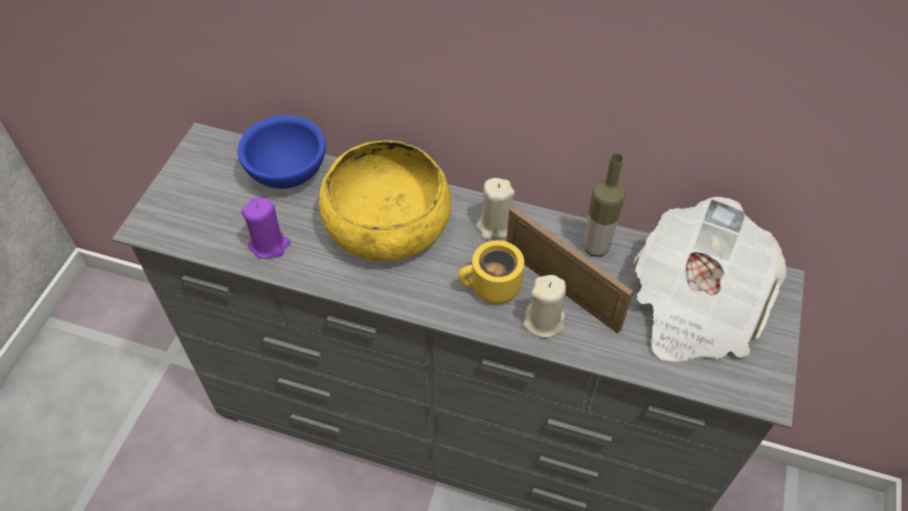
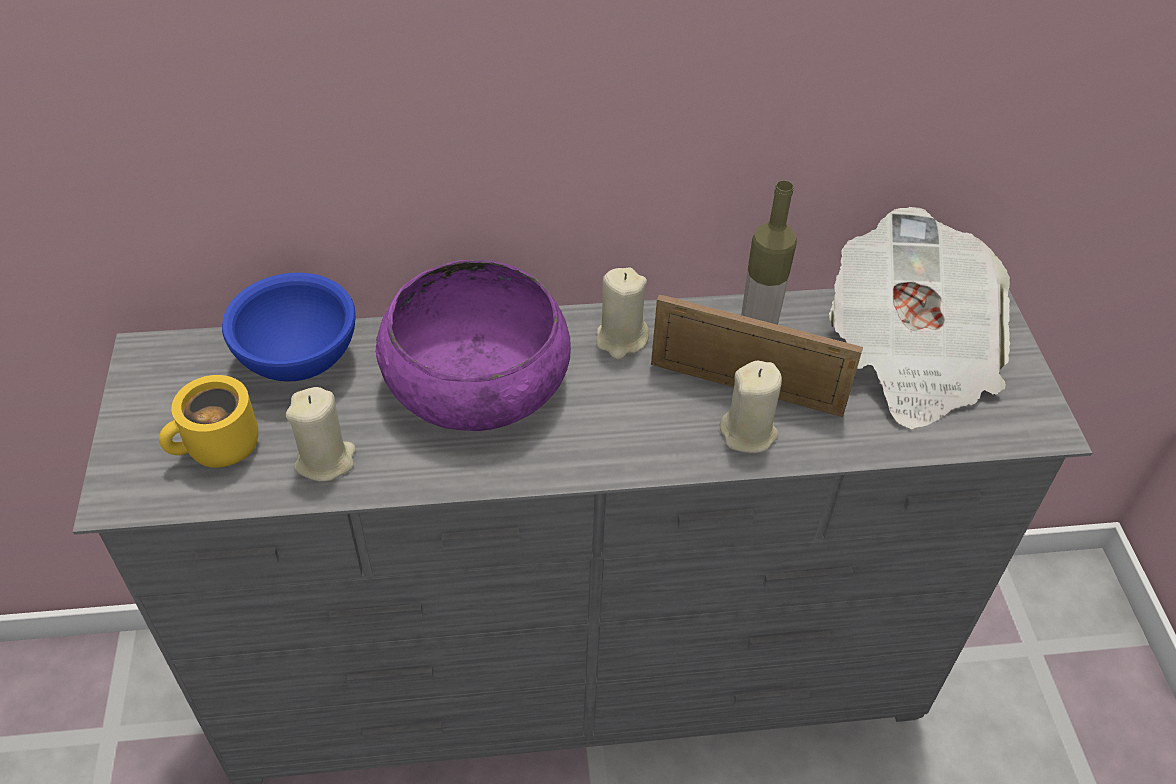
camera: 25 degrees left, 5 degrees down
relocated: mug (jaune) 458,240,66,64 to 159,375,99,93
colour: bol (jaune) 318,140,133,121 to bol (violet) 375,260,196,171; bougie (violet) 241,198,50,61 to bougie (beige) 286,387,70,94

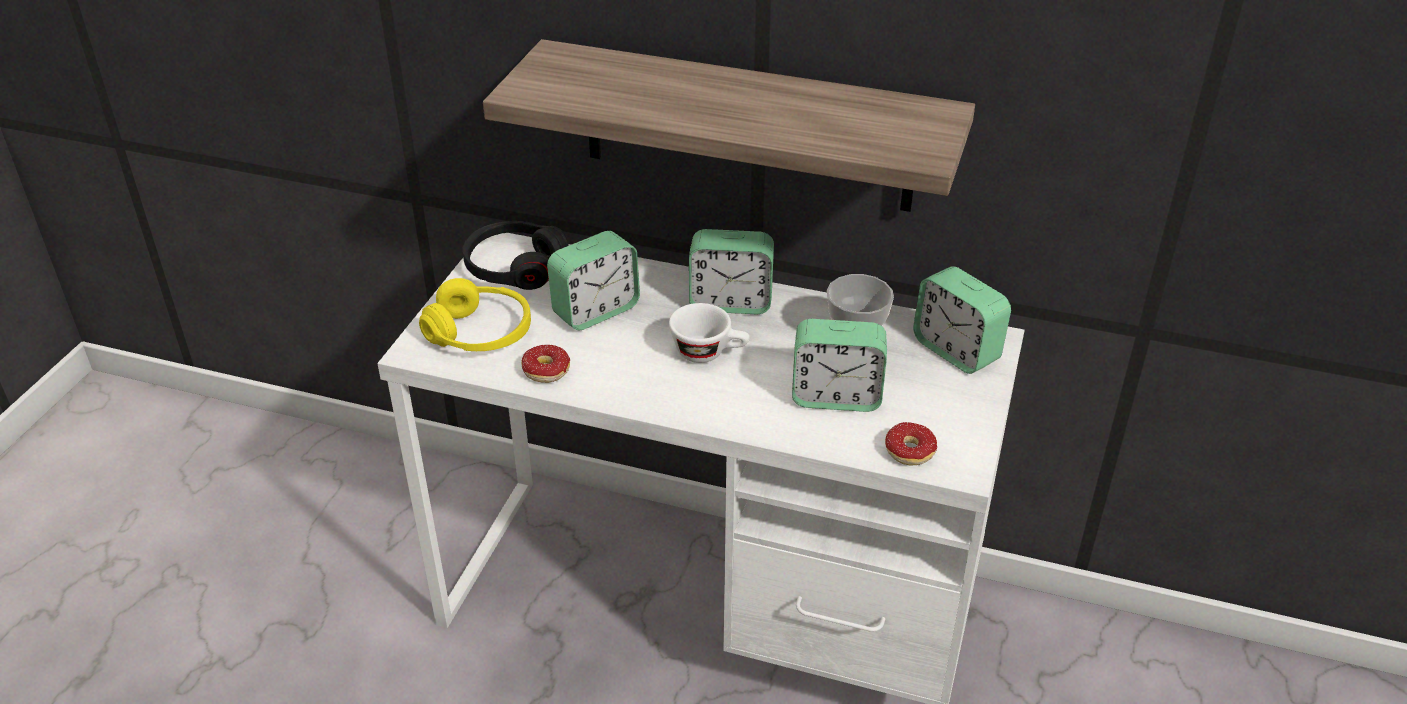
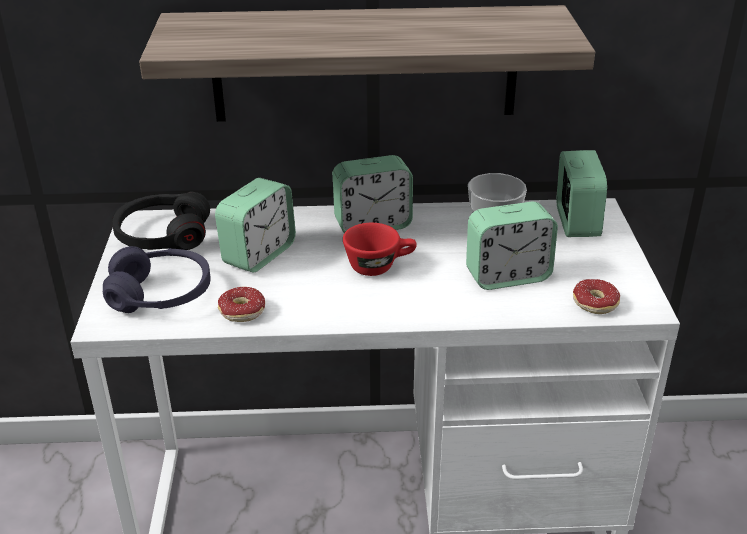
camera: 20 degrees left, 5 degrees down
colour: casque audio (jaune) 419,278,112,73 to casque audio (violet) 103,246,108,67; tasse (blanc) 669,303,81,60 to tasse (rouge) 343,223,74,53
spun: réveil 913,266,98,108 = 556,150,51,87 120 degrees counterclockwise

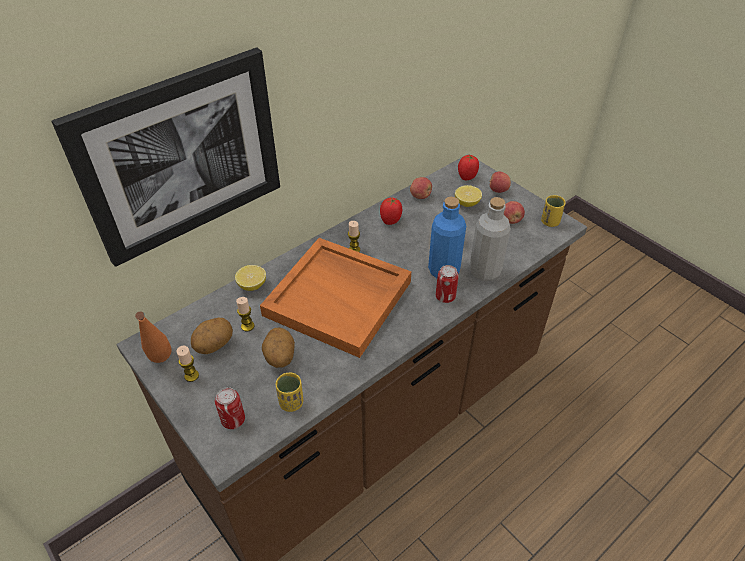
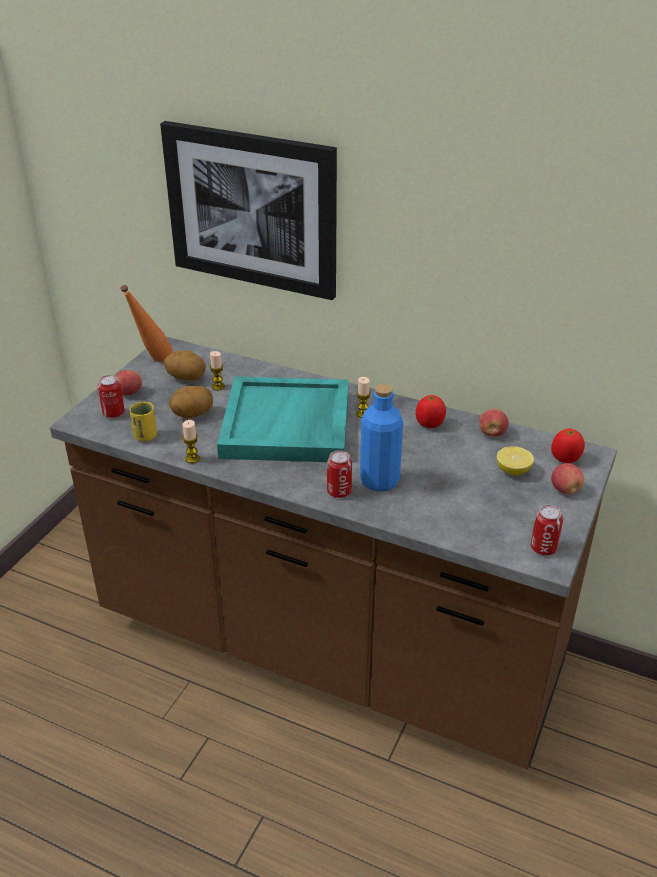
camera: 65 degrees right, 10 degrees down
missing: bouteille (gris) 470,197,41,84; citron 235,265,31,26
relocated: pomme 504,201,21,23 to 116,370,26,26; bougie 177,345,22,37 to 182,420,18,43
exchanged: tasse (jaune) 541,195,24,32 to boîte métallique 531,505,32,50
colour: plateau (orange) 260,238,151,120 to plateau (turquoise) 217,376,132,86

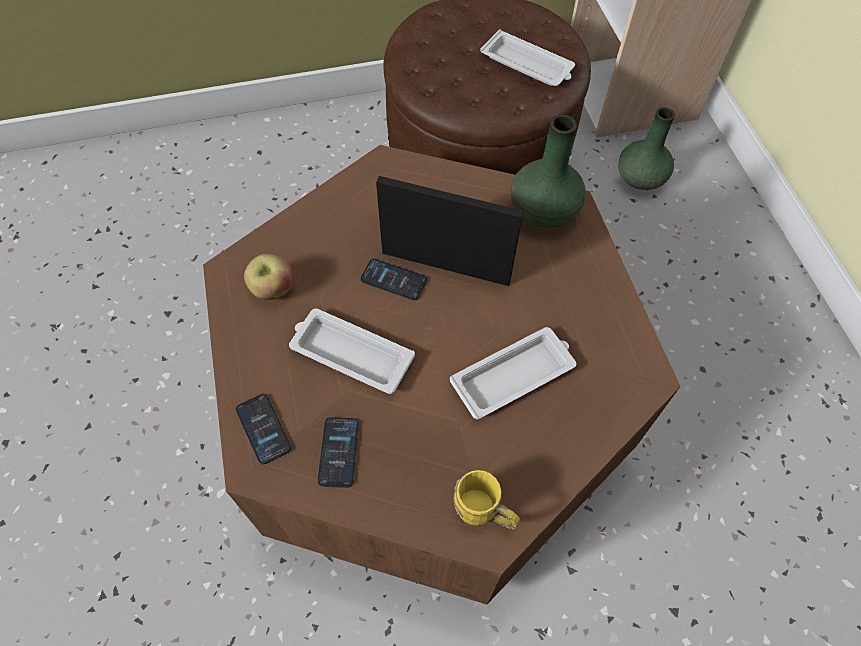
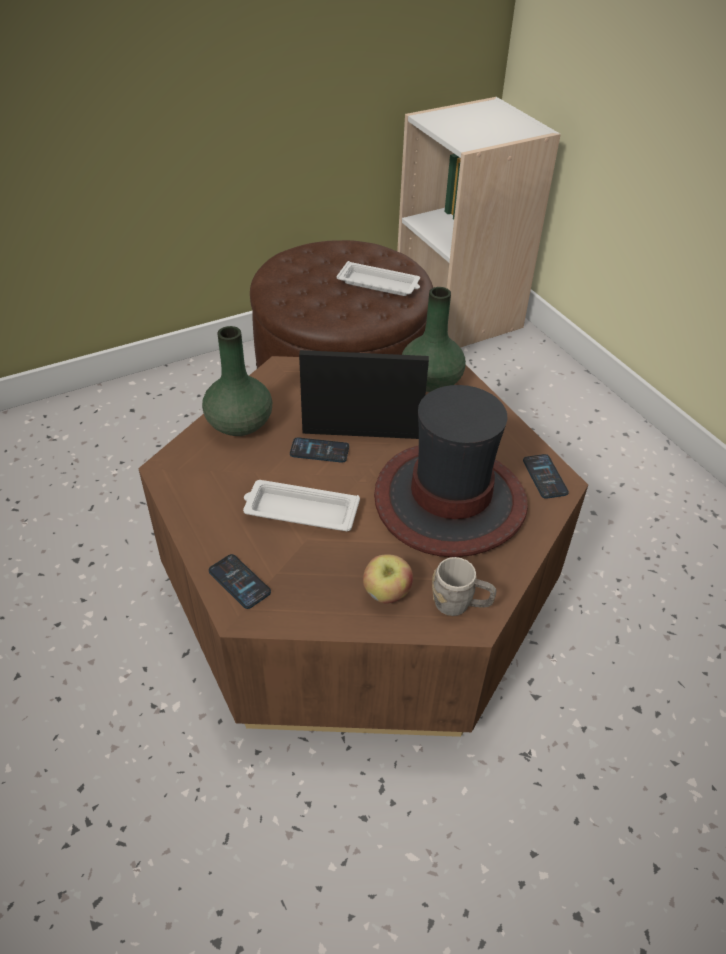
camera: 15 degrees left, 15 degrees down
relocated: vase (vert) 618,107,57,83 to 202,326,70,110; pomme 244,254,49,46 to 363,554,50,50; téléphone 318,417,41,71 to 523,454,46,45
exchanged: plateau (blanc) 450,327,126,92 to chapeau 374,385,154,172
colour: mug (jaune) 453,470,67,59 to mug (gris) 432,557,65,59

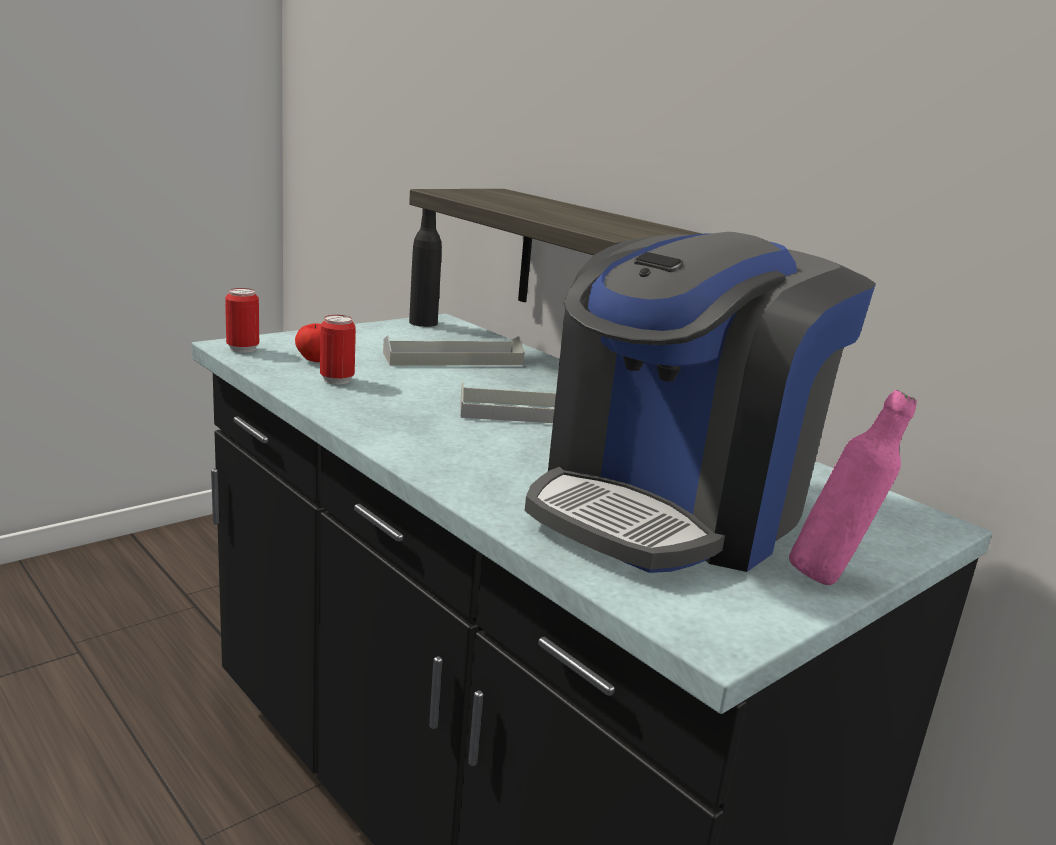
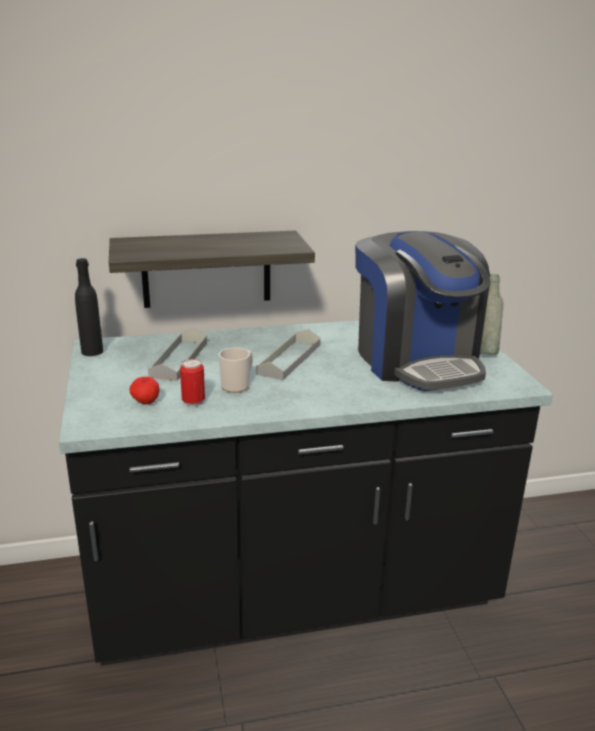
camera: 60 degrees left, 5 degrees up
missing: boîte métallique 225,288,34,65
appeared: mug 219,348,34,45
colour: bouteille (rose) 789,389,128,196 to bouteille (gris) 480,274,23,81

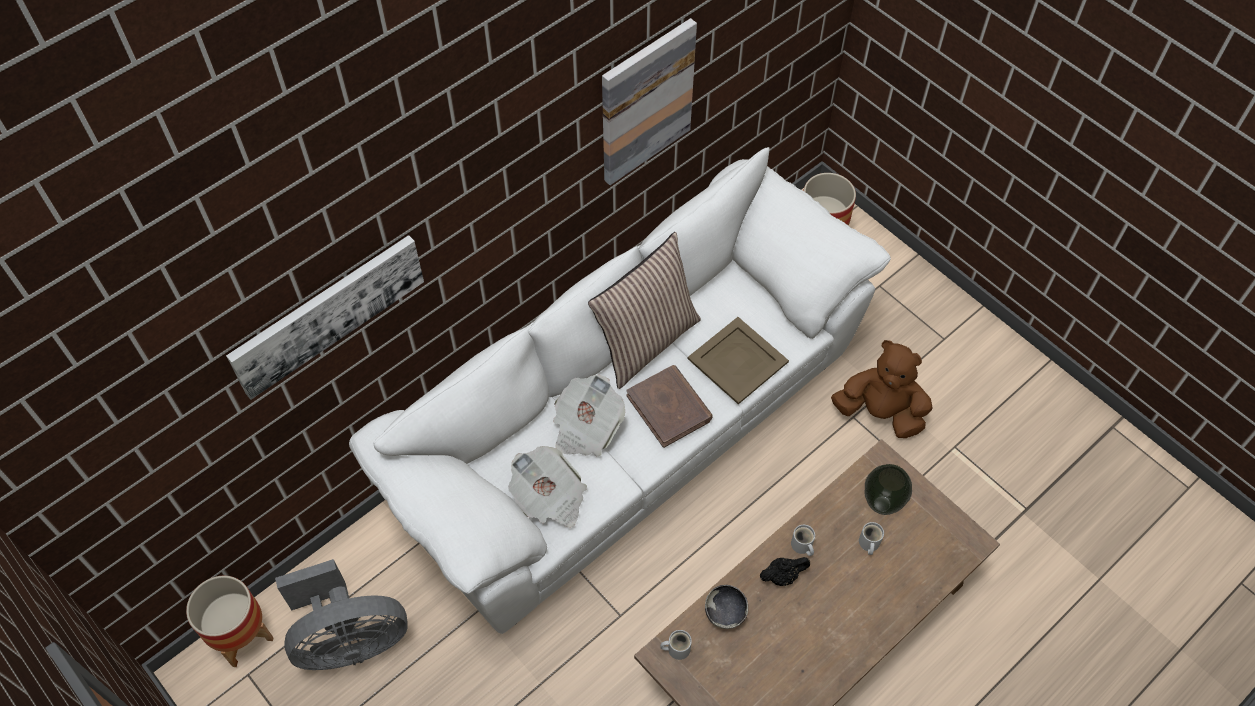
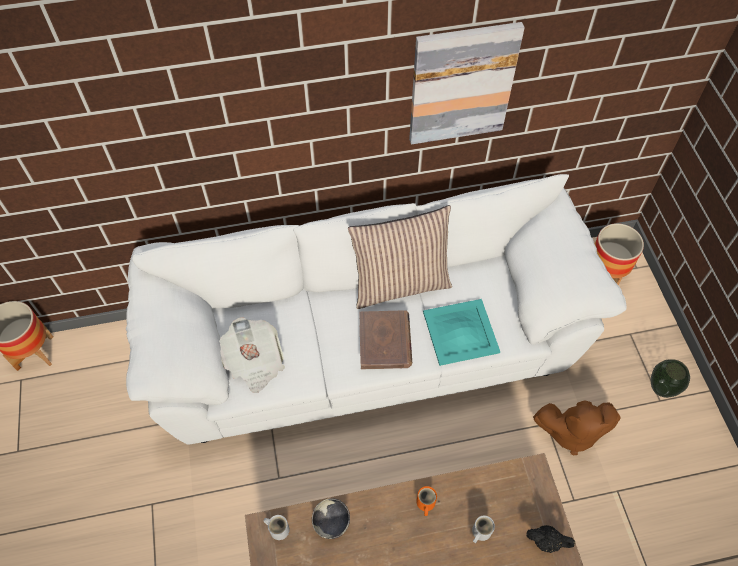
camera: 30 degrees right, 0 degrees up
missing: tableau 226,235,198,165; journal 553,375,72,82; ventilateur (gris) 275,559,133,111
relocated: vase 865,464,47,51 to 651,359,39,39; théière (noir) 760,557,50,29 to 526,525,49,28
colour: plateau (beige) 688,317,101,87 to plateau (turquoise) 423,299,77,67; mug (blanc) 791,525,24,31 to mug (orange) 416,486,21,30
spun: peluche (marron) 831,340,102,98 = 533,400,88,55 135 degrees clockwise

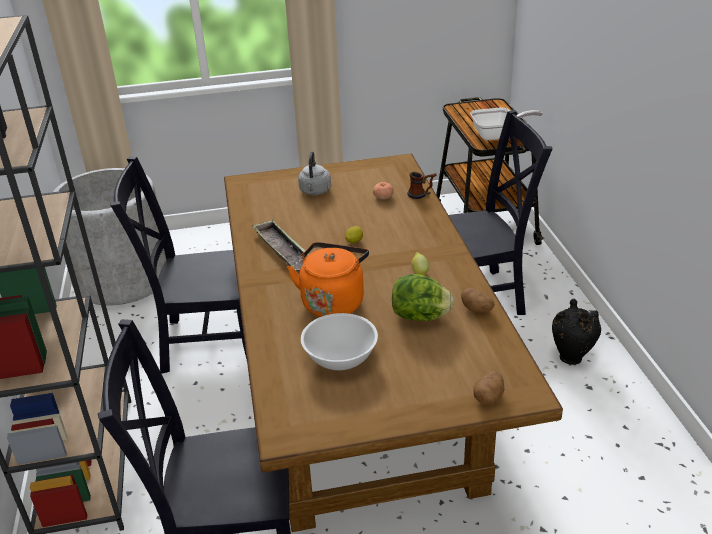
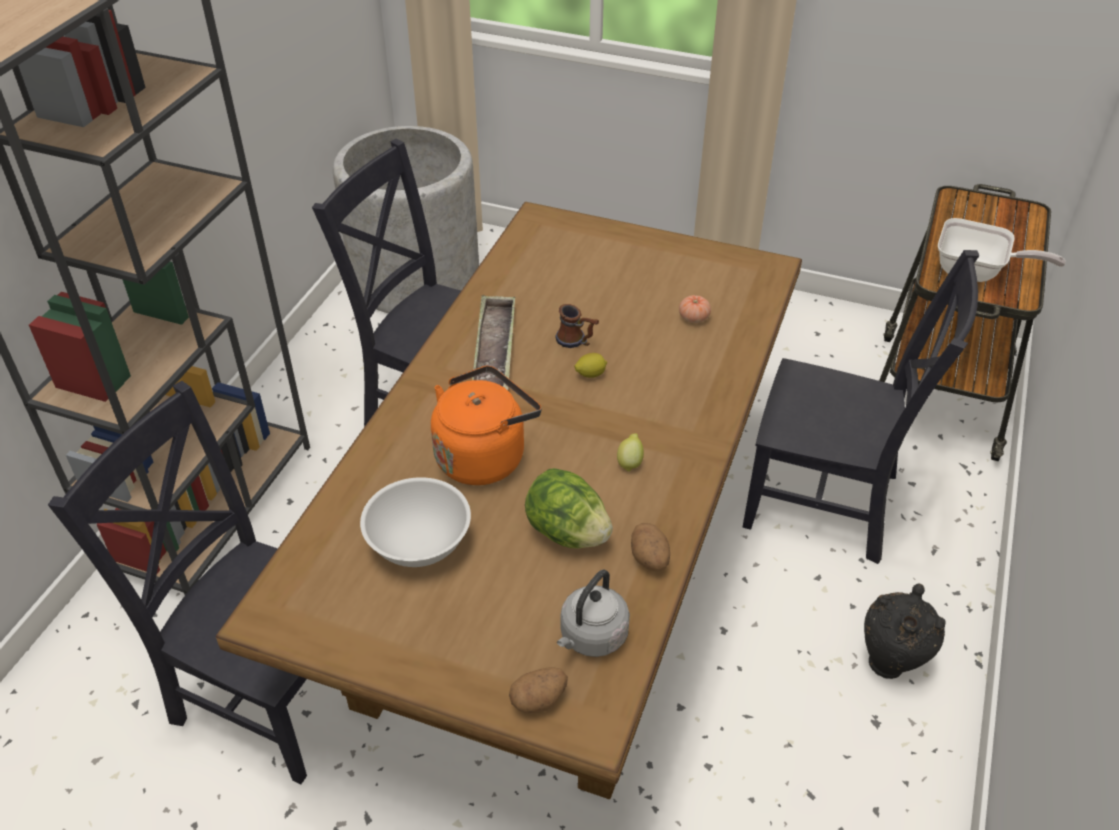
camera: 30 degrees right, 10 degrees up
relocated: bouilloire (gris) 298,151,33,44 to 557,570,73,87; mug 407,172,30,27 to 555,304,44,44

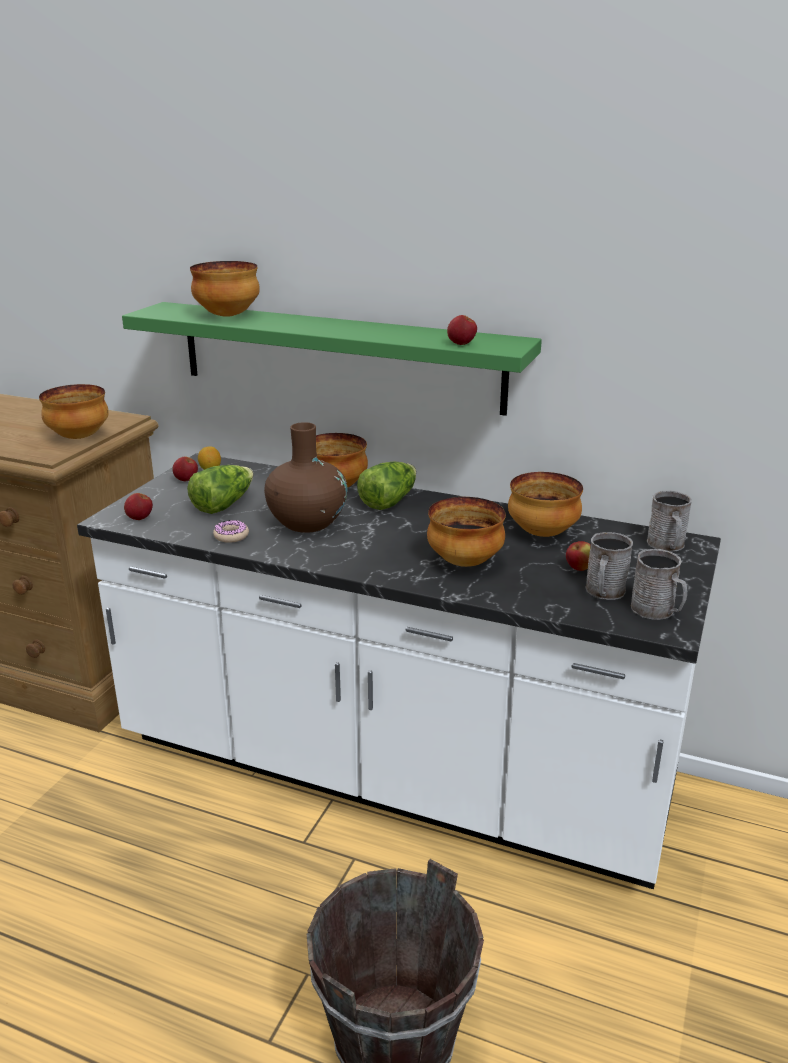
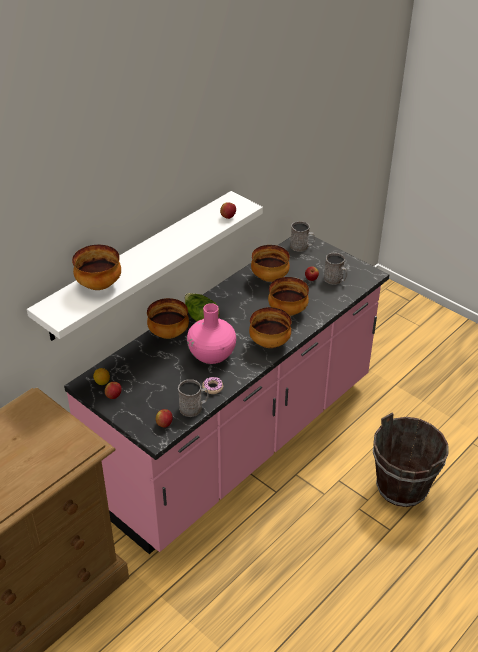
camera: 70 degrees left, 15 degrees up
missing: laitue 187,465,67,49
relocated: bol 39,384,70,55 to 249,307,42,41; mug (gris) 631,549,56,71 to 178,379,31,38
colour: étagère (vert) 122,302,420,114 to étagère (blanc) 27,191,236,150; vase (marron) 264,422,83,111 to vase (rose) 187,303,49,61; comptoir de cuisine (blanc) 77,453,644,436 to comptoir de cuisine (rose) 64,234,325,320

